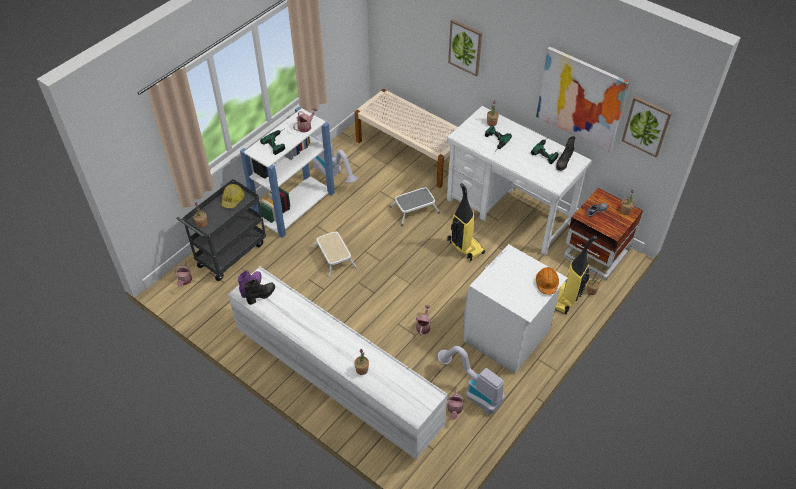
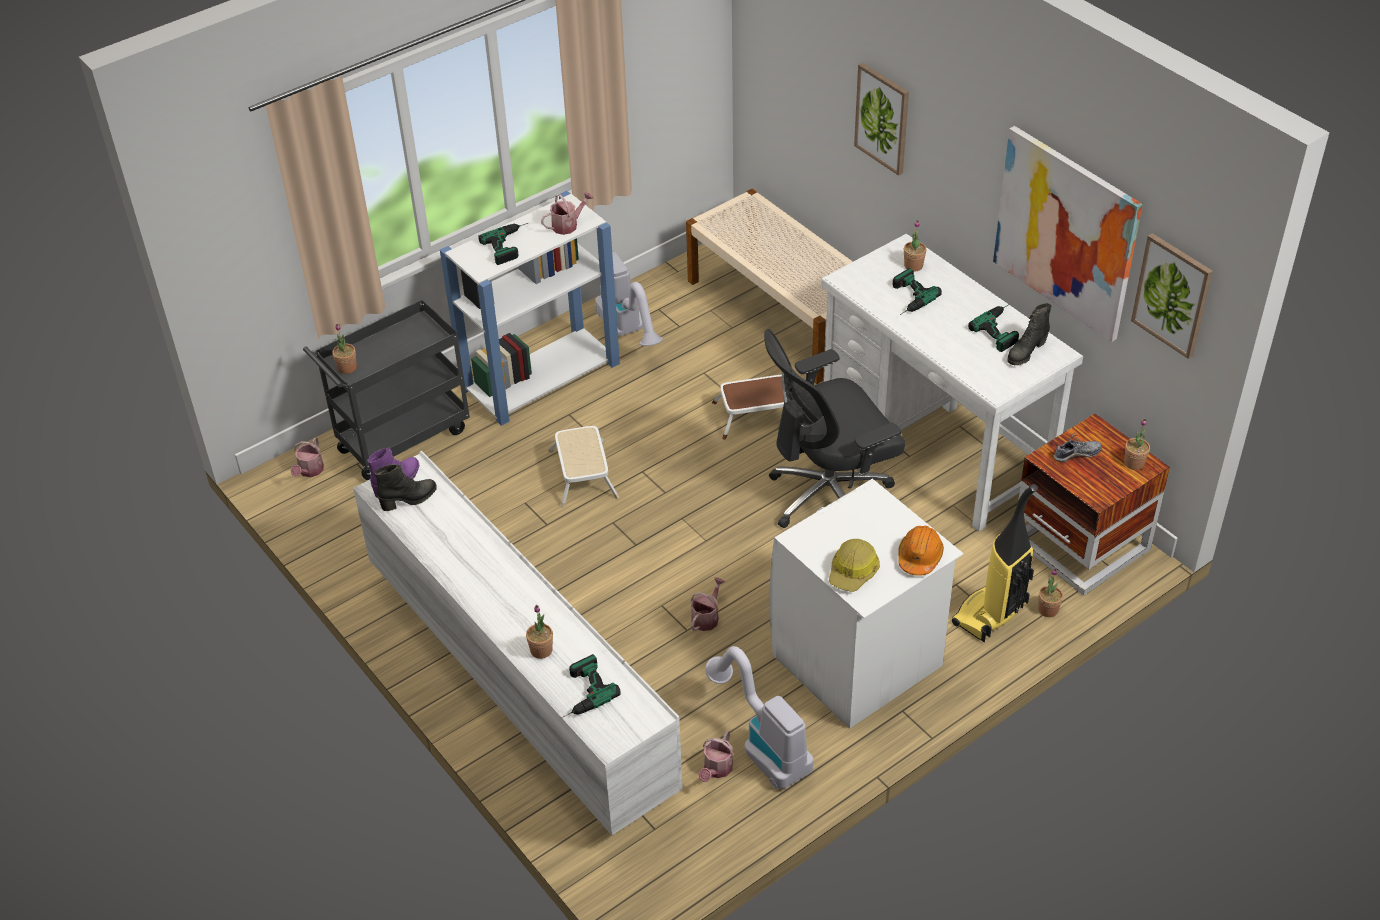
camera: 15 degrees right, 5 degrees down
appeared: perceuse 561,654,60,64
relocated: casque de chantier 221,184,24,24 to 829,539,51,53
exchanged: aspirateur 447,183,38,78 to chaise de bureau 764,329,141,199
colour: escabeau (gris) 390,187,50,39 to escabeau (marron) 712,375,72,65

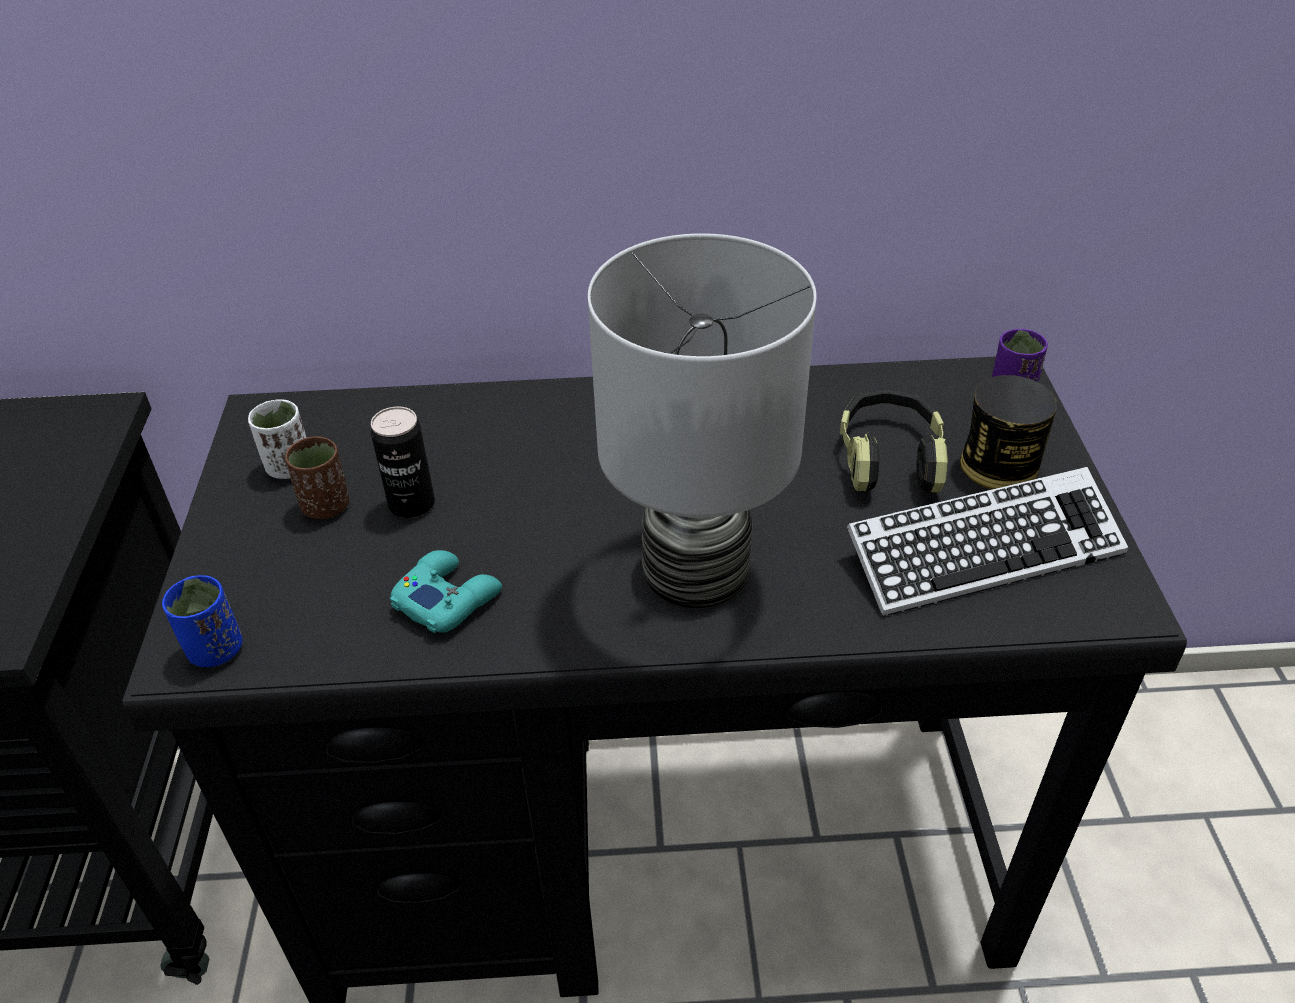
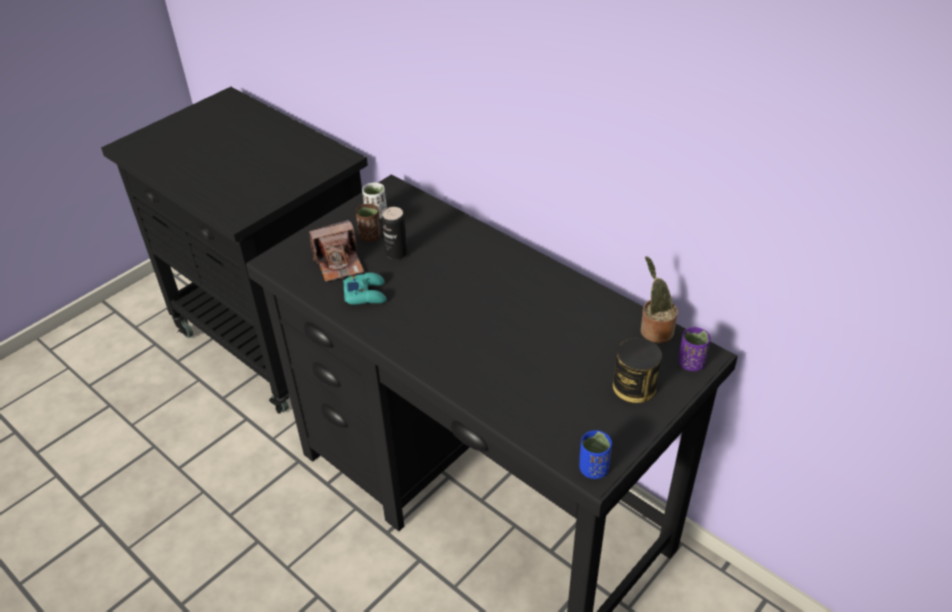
camera: 45 degrees right, 0 degrees up
missing: lampe de table (gris) 588,233,228,375; casque audio 840,389,108,105; clavier 847,467,282,150
appeared: appareil photo 309,220,55,62; plante en pot 641,256,37,87
relocated: tasse (bleu) 162,575,81,92 to 579,430,33,49

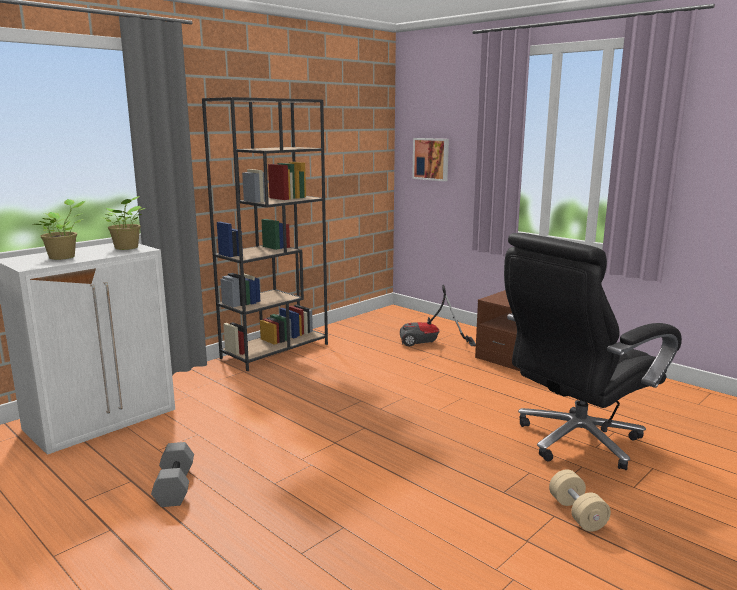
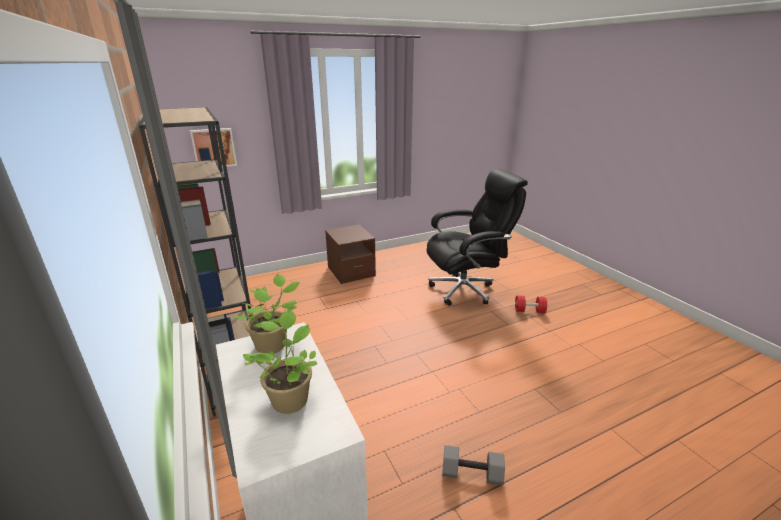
camera: 70 degrees left, 10 degrees up
missing: aspirateur 400,285,76,61
colour: haltère (beige) 549,470,62,62 to haltère (rouge) 515,296,32,17
spun: chaise de bureau (noir) 504,233,178,237 = 427,169,101,137 90 degrees counterclockwise

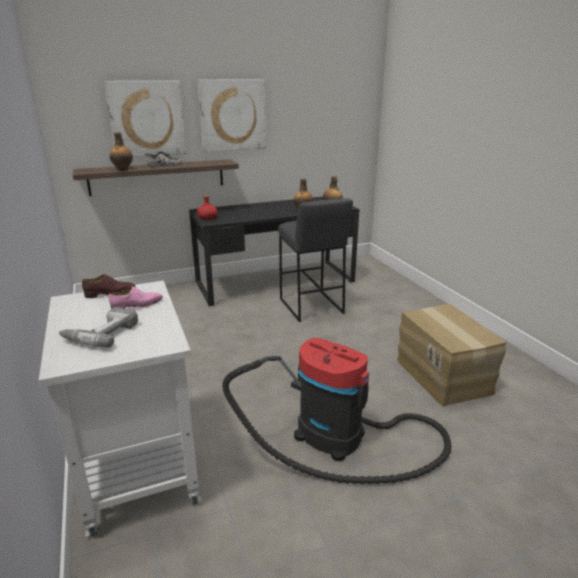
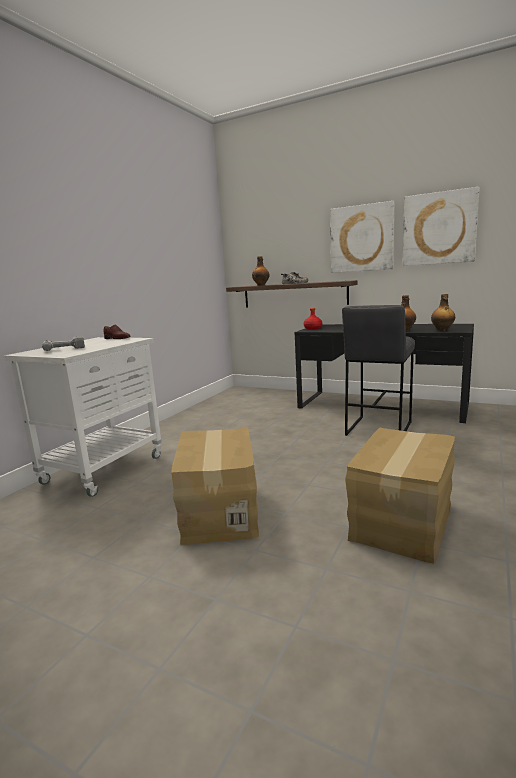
camera: 50 degrees right, 10 degrees down
missing: chaussure (rose) 109,286,54,24
relocated: tableau 104,81,82,76 to 403,187,76,79
exchanged: aspirateur 222,338,229,146 to carton 171,427,88,118

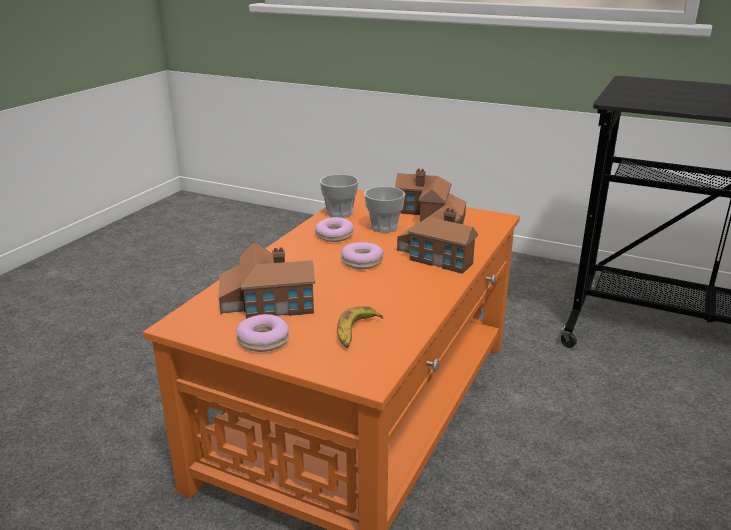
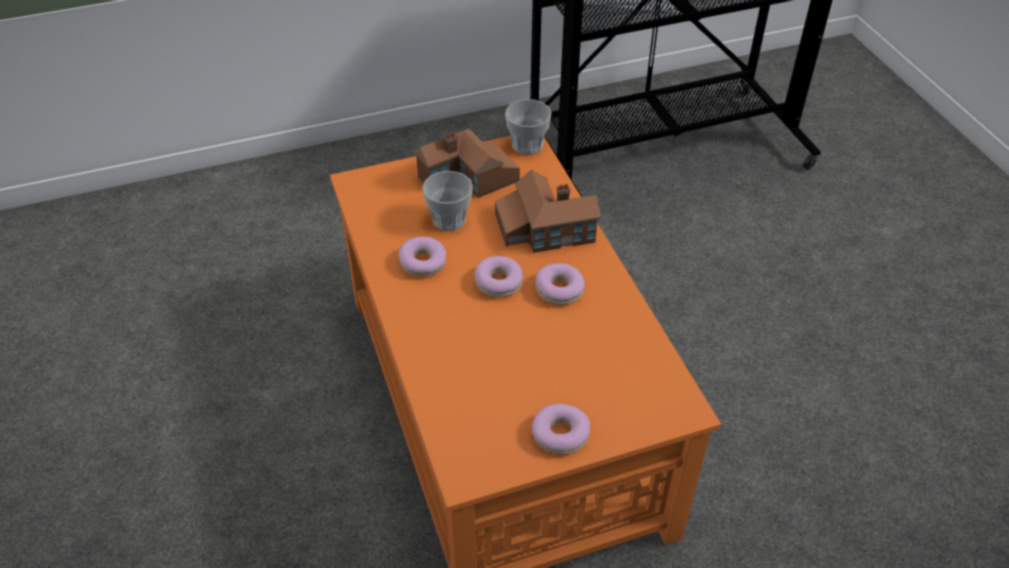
camera: 45 degrees left, 20 degrees up
missing: maison miniature 219,242,96,77; banane 337,306,46,42
appeared: beignet 536,263,49,42
relocated: tasse 320,174,39,44 to 505,99,47,56

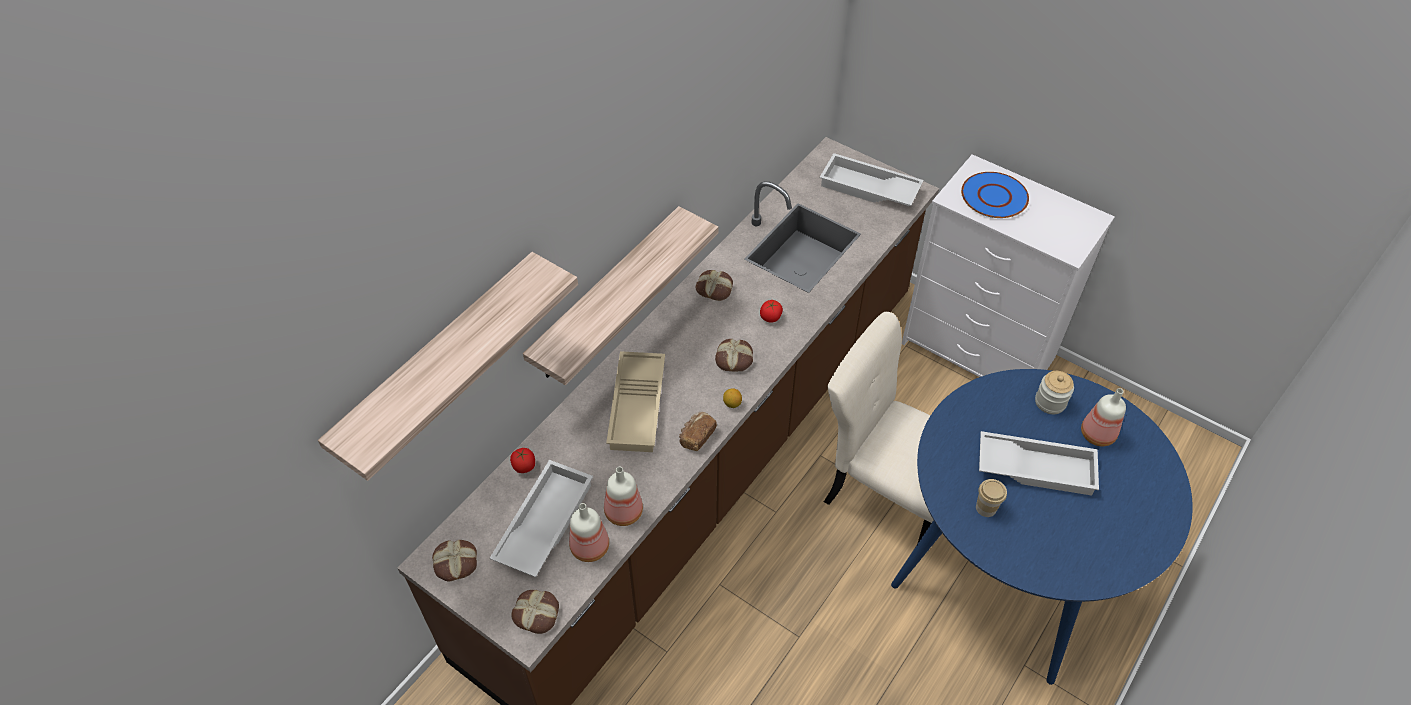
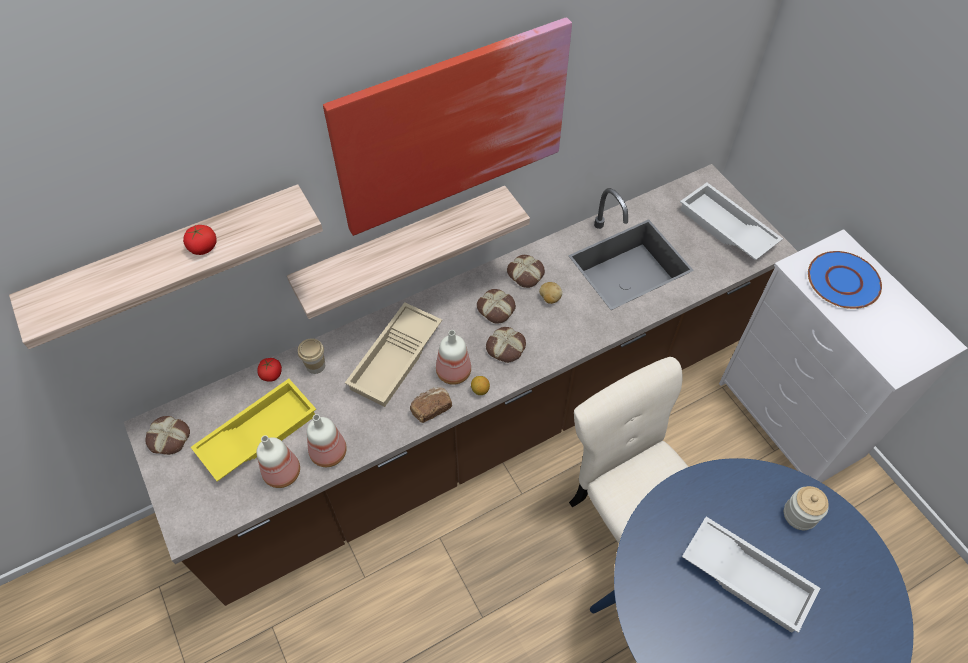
camera: 25 degrees right, 5 degrees up
appeared: tableau 323,17,249,219; pomme de terre 539,282,23,22
relocated: tomate 760,300,23,23 to 183,225,34,30; bouteille 1081,388,45,58 to 436,330,35,55; tasse 976,479,31,38 to 298,338,27,36; pain 511,590,48,44 to 477,289,39,35
colour: plateau (blanc) 490,460,103,117 to plateau (jaune) 191,379,125,103

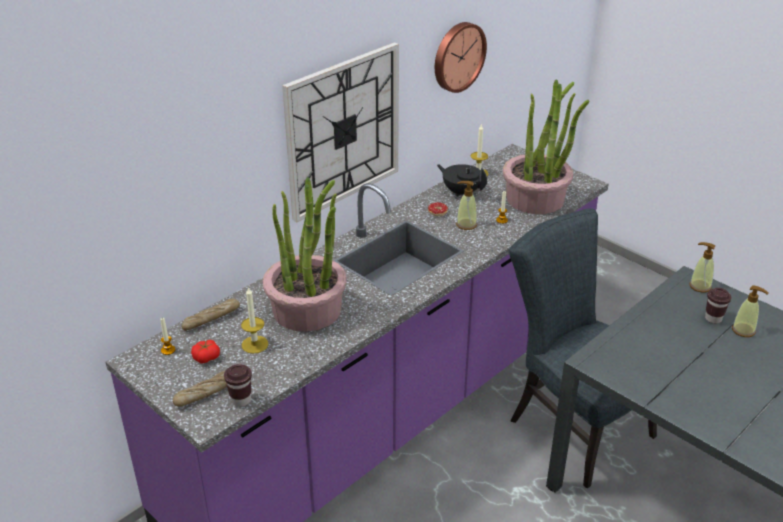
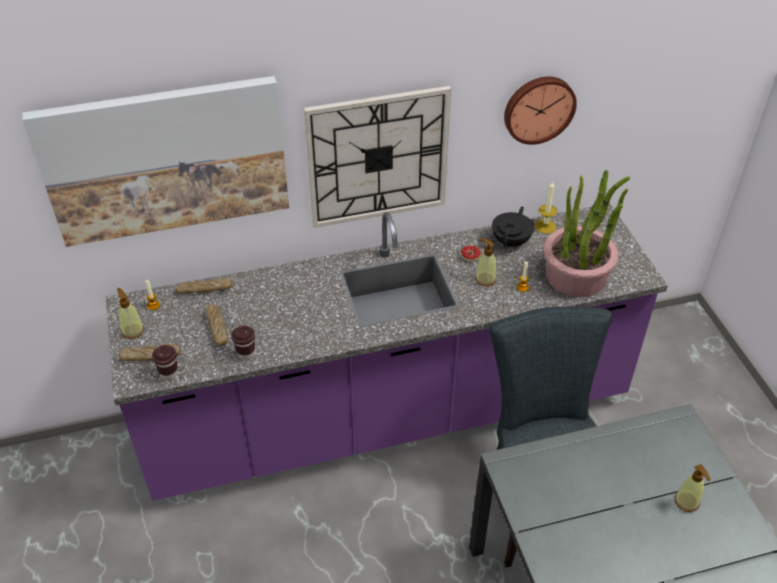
camera: 30 degrees right, 10 degrees up
missing: plante en pot 263,177,84,155; tomate 191,340,29,24
appeared: tableau 22,76,267,171
relocated: distributeur de savon 690,242,25,51 to 117,288,27,51; tasse (marron) 705,288,27,36 to 231,326,24,35
exchanged: bougie 241,287,27,67 to pain 206,304,22,42
spun: théière (noir) 437,164,50,33 = 492,206,42,42 45 degrees clockwise

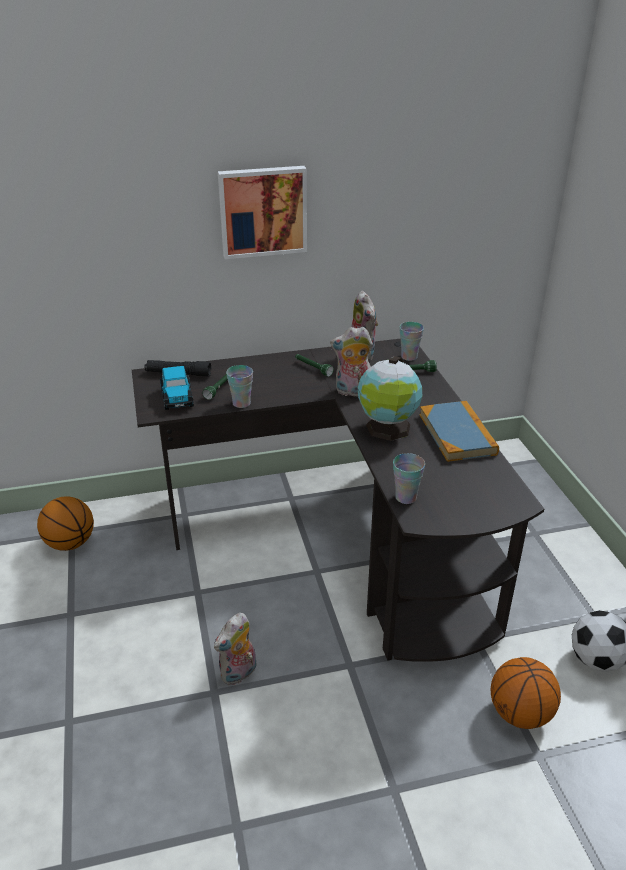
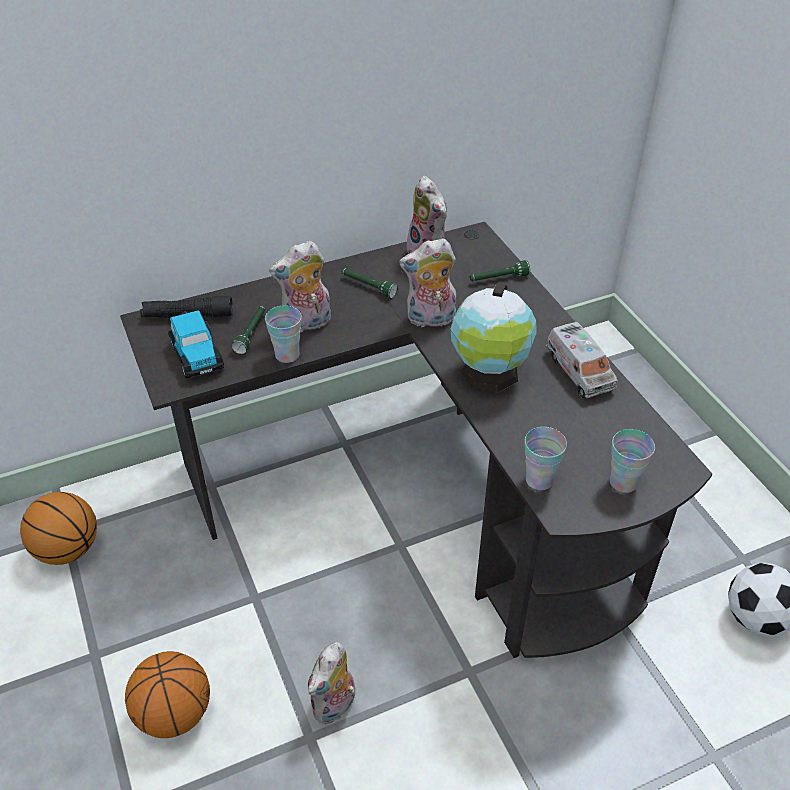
camera: 10 degrees left, 10 degrees up
missing: tableau 218,166,89,93
appeared: peluche 269,241,62,91
relocated: tasse 400,322,24,39 to 610,429,45,64; ballon de basket 491,657,70,72 to 125,651,85,87
exchanged: livre 420,401,79,61 to camion jouet 546,322,72,77

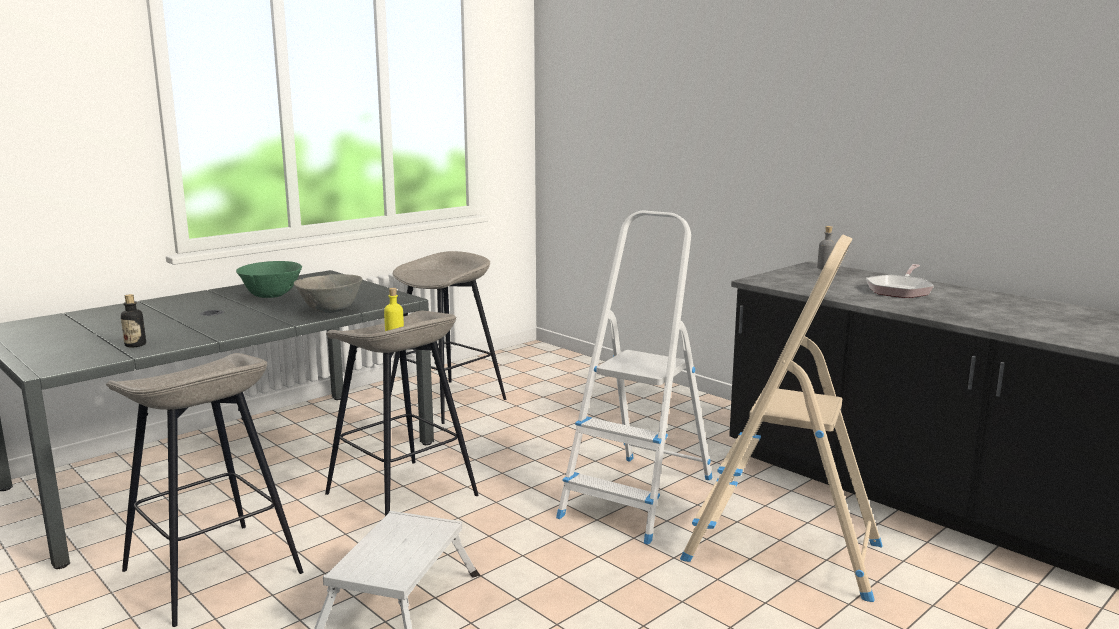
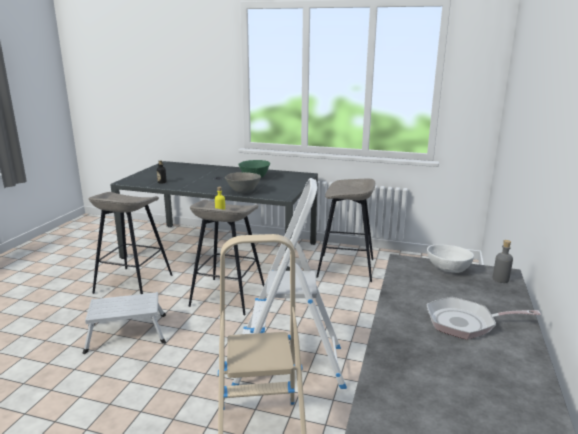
camera: 60 degrees right, 5 degrees up
appeared: bol (blanc) 427,245,47,28

